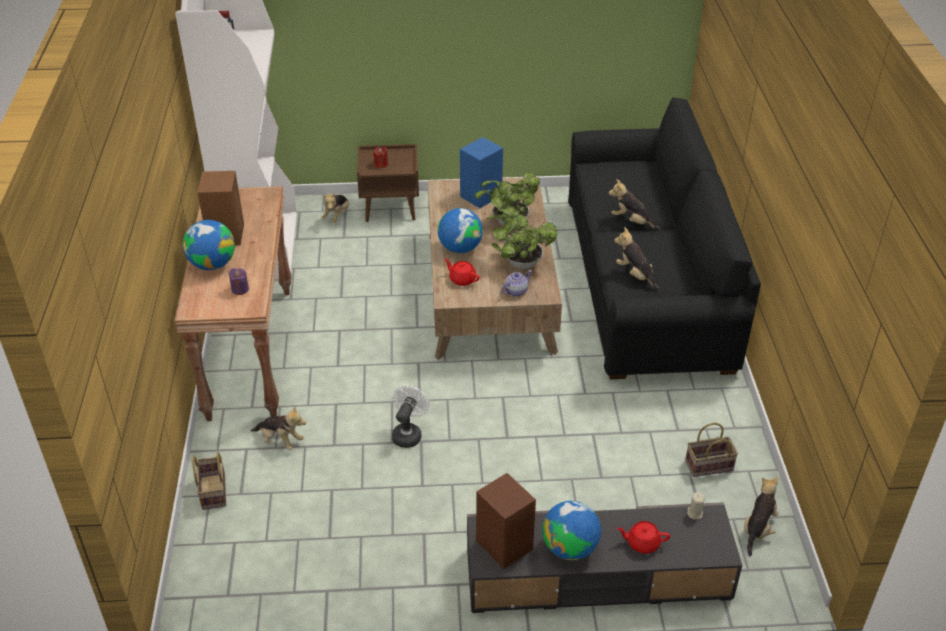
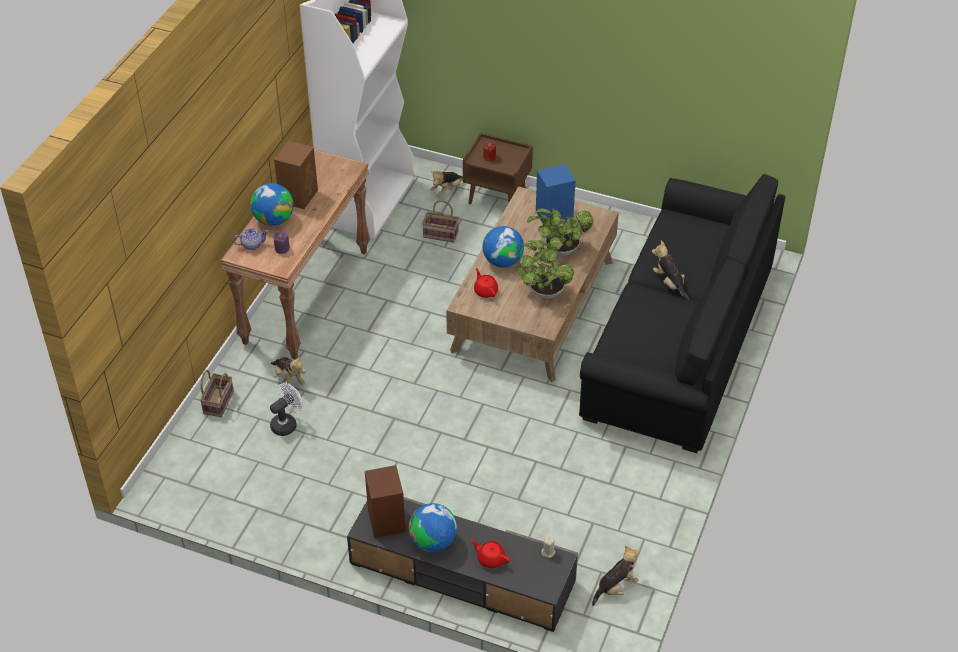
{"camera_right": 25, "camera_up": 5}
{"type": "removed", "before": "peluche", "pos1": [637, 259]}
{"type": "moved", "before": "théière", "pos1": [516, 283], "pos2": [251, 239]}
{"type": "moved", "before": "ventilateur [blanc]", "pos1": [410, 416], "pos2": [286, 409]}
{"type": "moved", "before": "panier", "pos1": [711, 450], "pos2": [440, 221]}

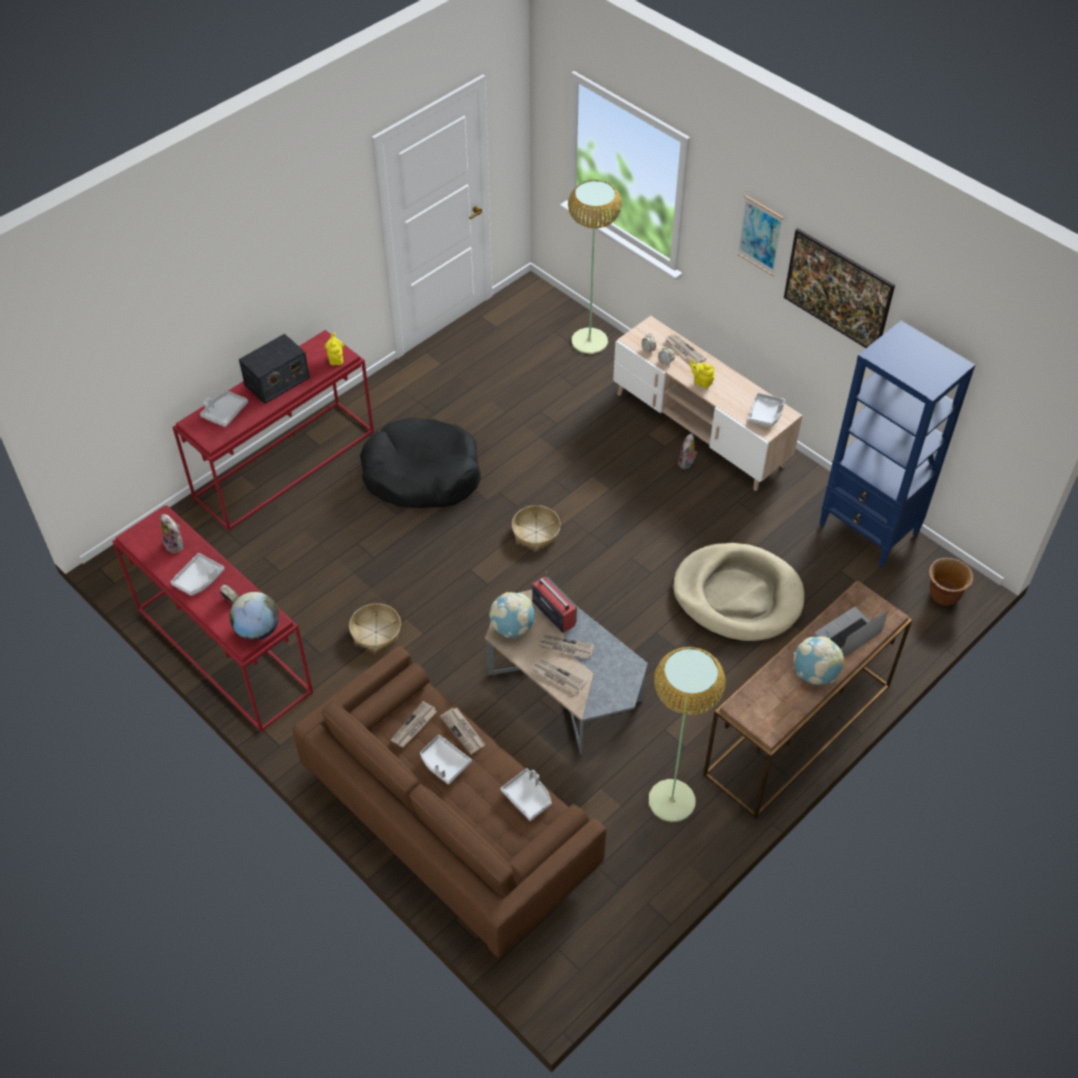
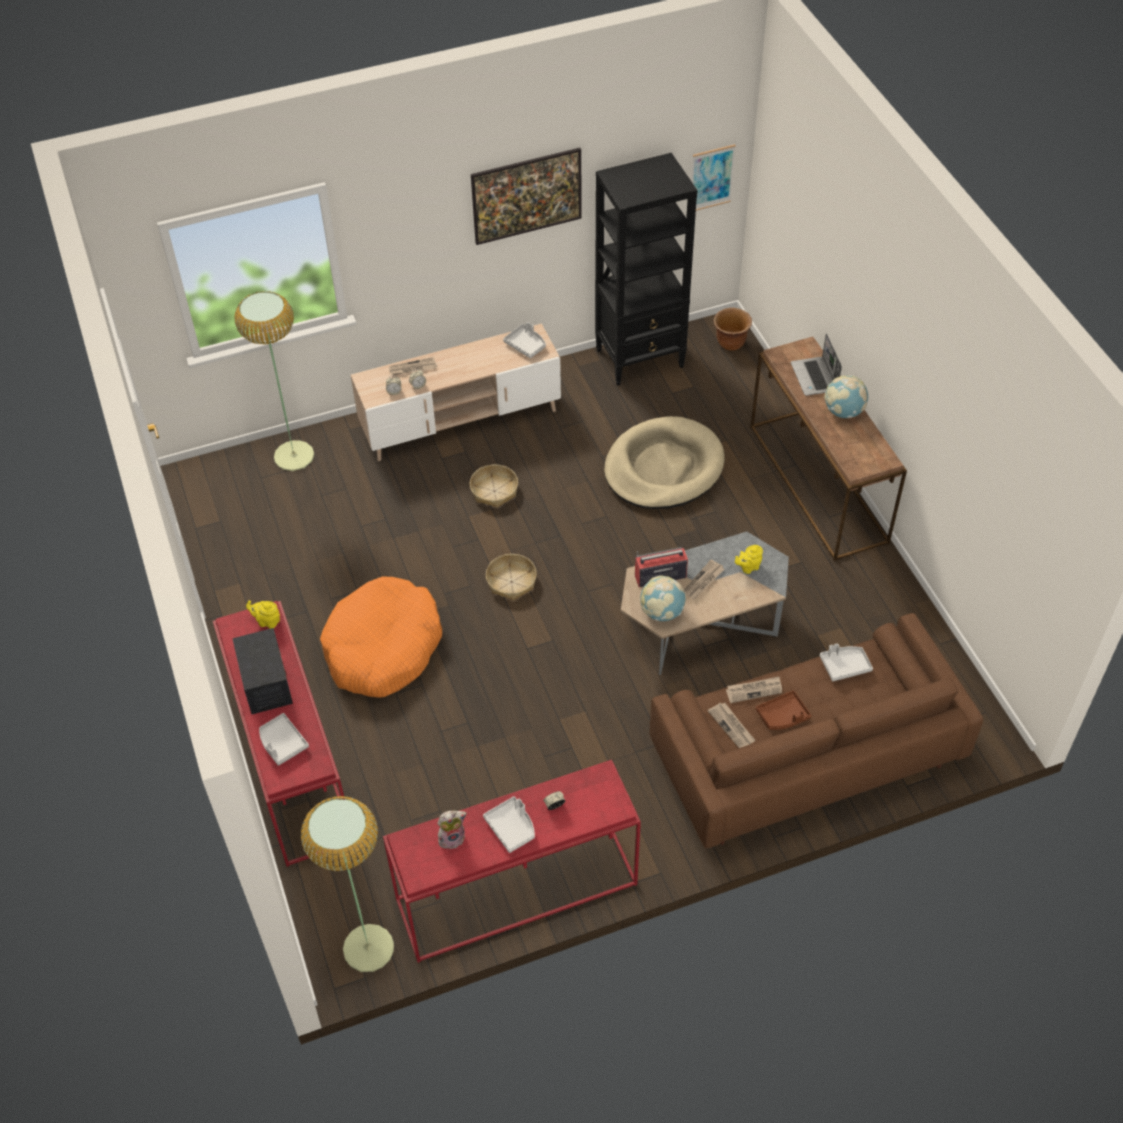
{"camera_right": -65, "camera_up": 0}
{"type": "moved", "before": "tableau", "pos1": [760, 236], "pos2": [714, 177]}
{"type": "recoloured", "before": "bibliothèque [bleu]", "after": "bibliothèque [noir]", "pos1": [897, 444], "pos2": [646, 269]}
{"type": "moved", "before": "théière [jaune]", "pos1": [702, 374], "pos2": [749, 559]}
{"type": "recoloured", "before": "panier pour chien [noir]", "after": "panier pour chien [orange]", "pos1": [420, 463], "pos2": [381, 637]}
{"type": "removed", "before": "peluche", "pos1": [687, 451]}
{"type": "removed", "before": "globe", "pos1": [254, 616]}
{"type": "moved", "before": "panier", "pos1": [375, 627], "pos2": [494, 486]}
{"type": "moved", "before": "lampadaire", "pos1": [687, 734], "pos2": [347, 884]}
{"type": "removed", "before": "journal", "pos1": [559, 676]}
{"type": "recoloured", "before": "plateau [gris]", "after": "plateau [marron]", "pos1": [446, 760], "pos2": [783, 710]}

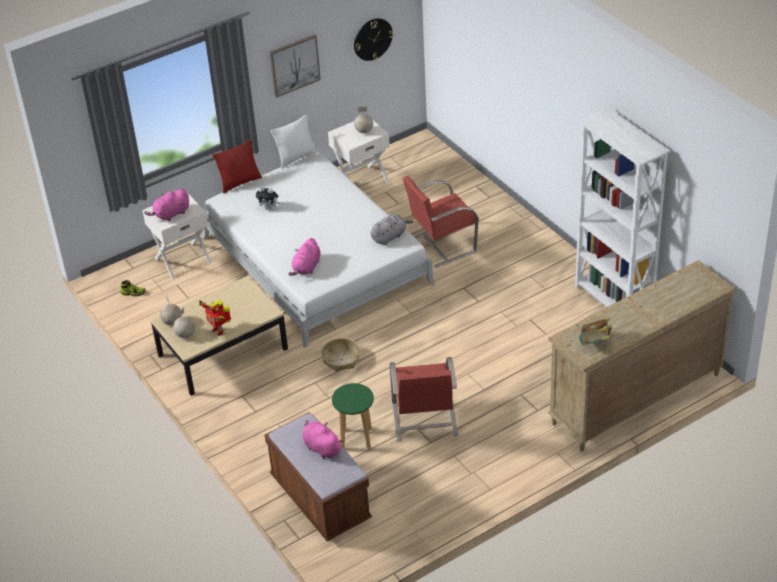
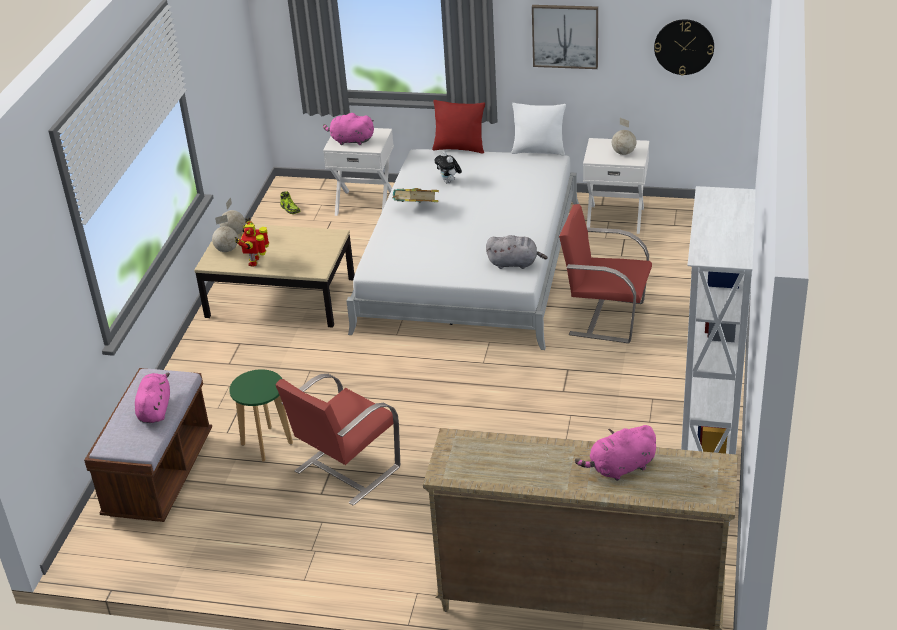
{"camera_right": 45, "camera_up": -5}
{"type": "moved", "before": "peluche [rose]", "pos1": [304, 257], "pos2": [615, 453]}
{"type": "moved", "before": "livre", "pos1": [595, 331], "pos2": [415, 195]}
{"type": "removed", "before": "panier", "pos1": [341, 355]}

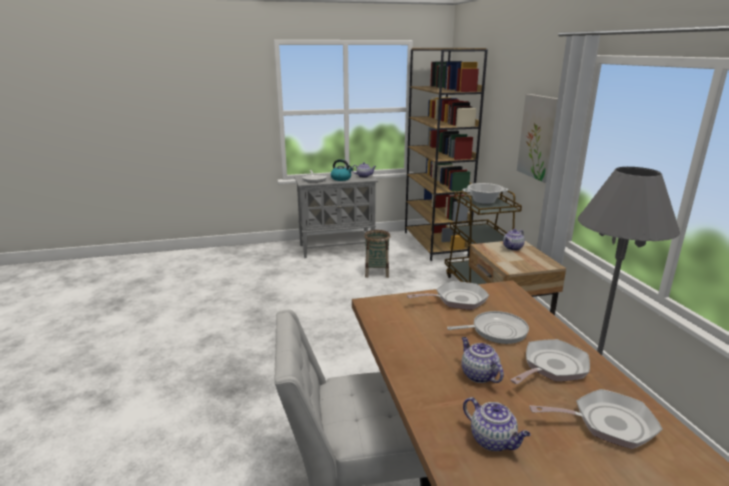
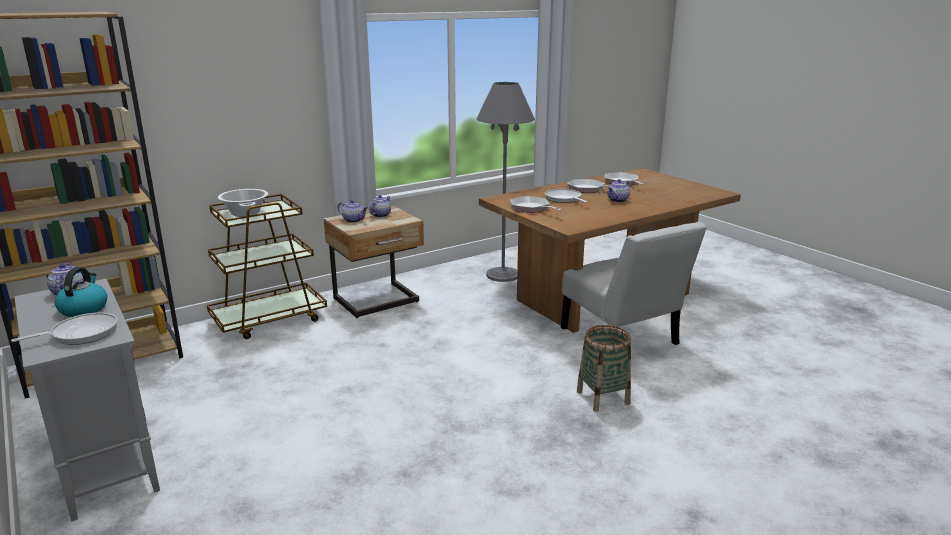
{"camera_right": -110, "camera_up": 0}
{"type": "removed", "before": "tableau", "pos1": [537, 138]}
{"type": "moved", "before": "panier", "pos1": [377, 254], "pos2": [604, 368]}
{"type": "moved", "before": "théière", "pos1": [497, 424], "pos2": [380, 206]}

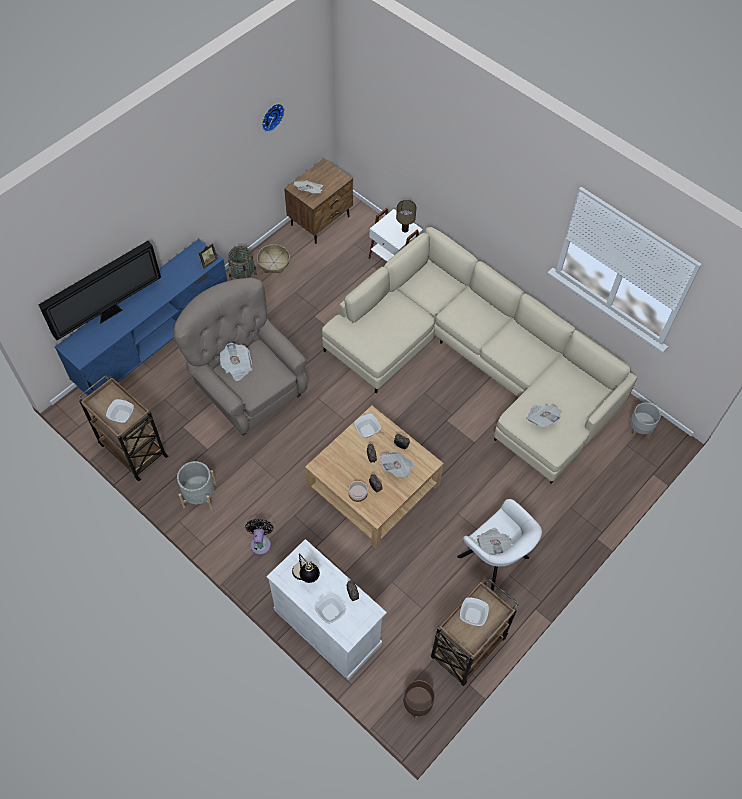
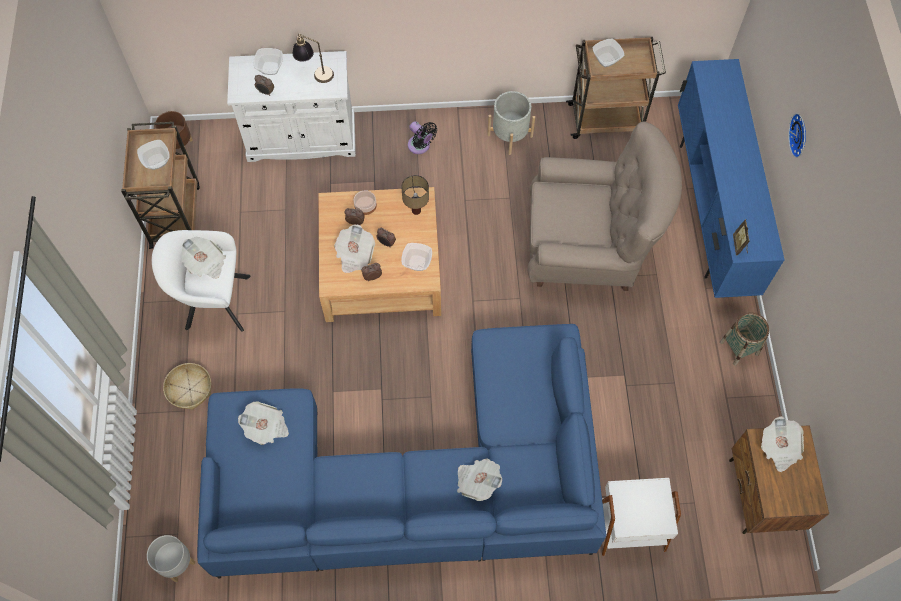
{"camera_right": 135, "camera_up": 5}
{"type": "moved", "before": "horloge murale", "pos1": [273, 118], "pos2": [797, 135]}
{"type": "moved", "before": "lampe de table", "pos1": [406, 216], "pos2": [415, 195]}
{"type": "recoloured", "before": "canapé [beige]", "after": "canapé [bleu]", "pos1": [480, 355], "pos2": [401, 451]}
{"type": "removed", "before": "téléviseur", "pos1": [100, 290]}
{"type": "moved", "before": "panier", "pos1": [273, 258], "pos2": [187, 386]}
{"type": "moved", "before": "journal", "pos1": [236, 361], "pos2": [479, 479]}

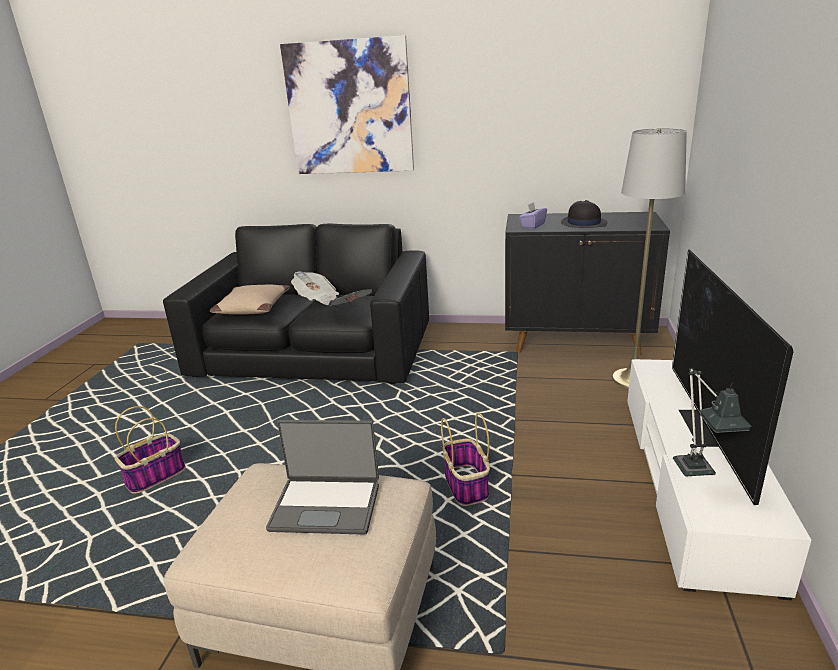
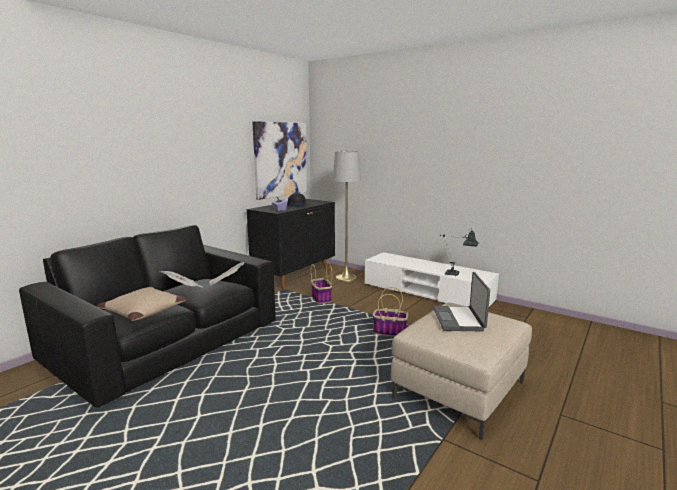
{"camera_right": -65, "camera_up": -10}
{"type": "moved", "before": "tableau", "pos1": [347, 104], "pos2": [279, 160]}
{"type": "removed", "before": "téléviseur", "pos1": [732, 377]}
{"type": "moved", "before": "panier", "pos1": [150, 450], "pos2": [321, 283]}
{"type": "turned", "before": "ordinateur portable", "pos1": [322, 477], "pos2": [461, 302], "turn": 150}

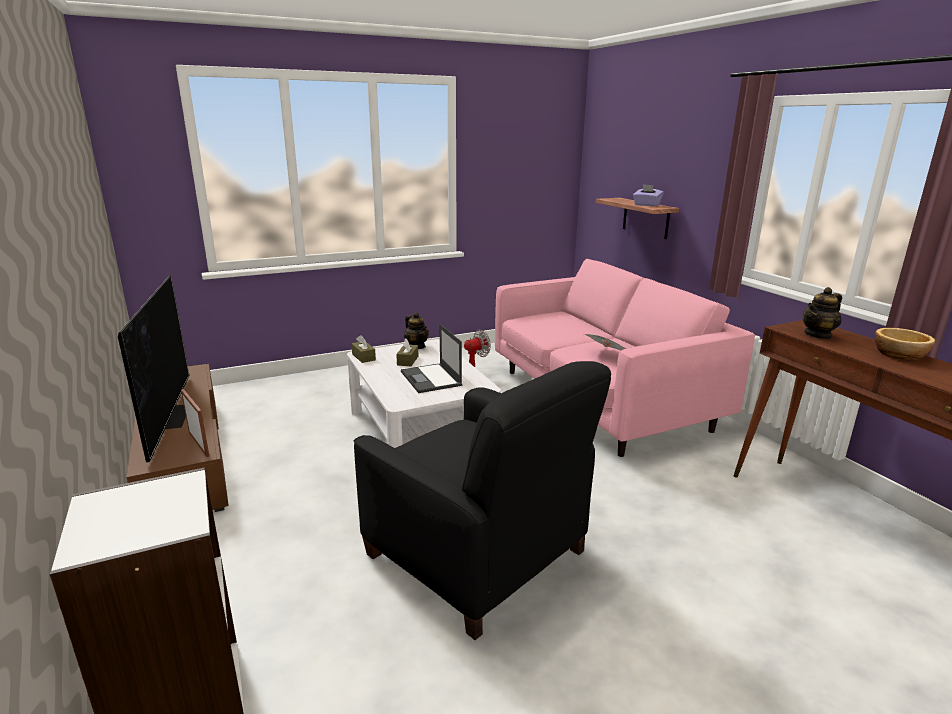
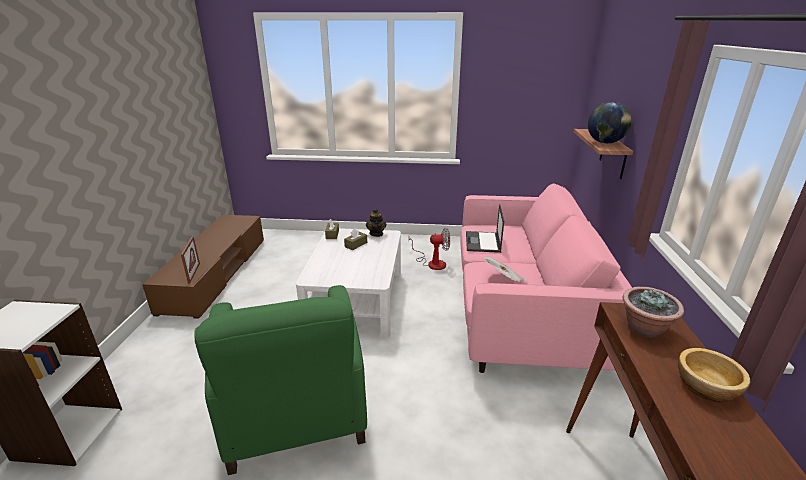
{"camera_right": 30, "camera_up": 5}
{"type": "replaced", "before": "boîte à mouchoirs [violet]", "after": "globe", "pos1": [648, 195], "pos2": [610, 123]}
{"type": "removed", "before": "téléviseur", "pos1": [153, 368]}
{"type": "replaced", "before": "théière", "after": "plante en pot", "pos1": [822, 313], "pos2": [653, 312]}
{"type": "moved", "before": "ordinateur portable", "pos1": [431, 358], "pos2": [485, 228]}
{"type": "recoloured", "before": "fauteuil [noir]", "after": "fauteuil [vert]", "pos1": [482, 500], "pos2": [281, 380]}

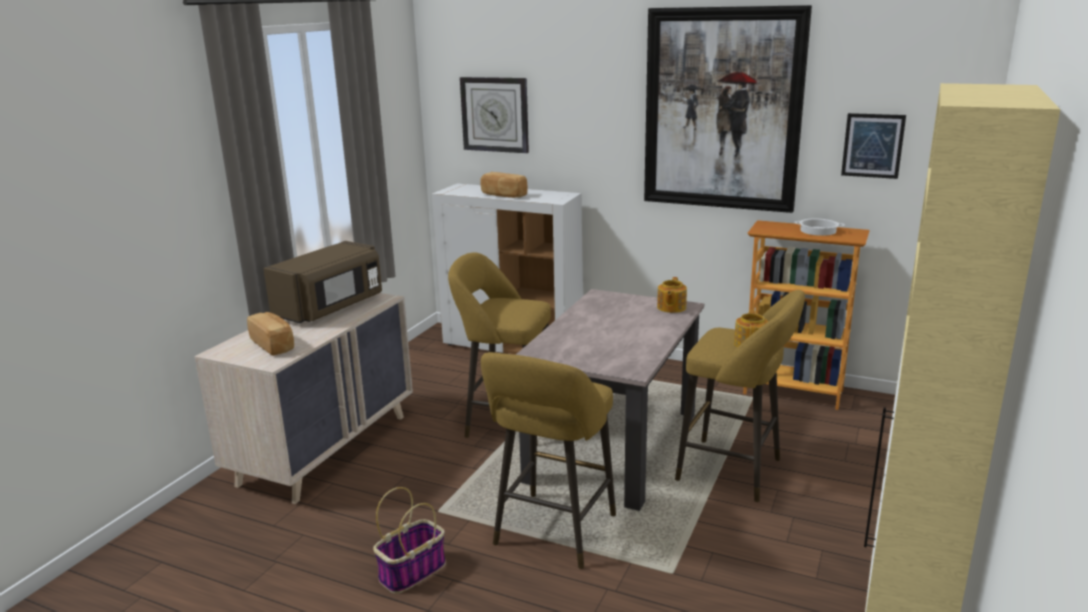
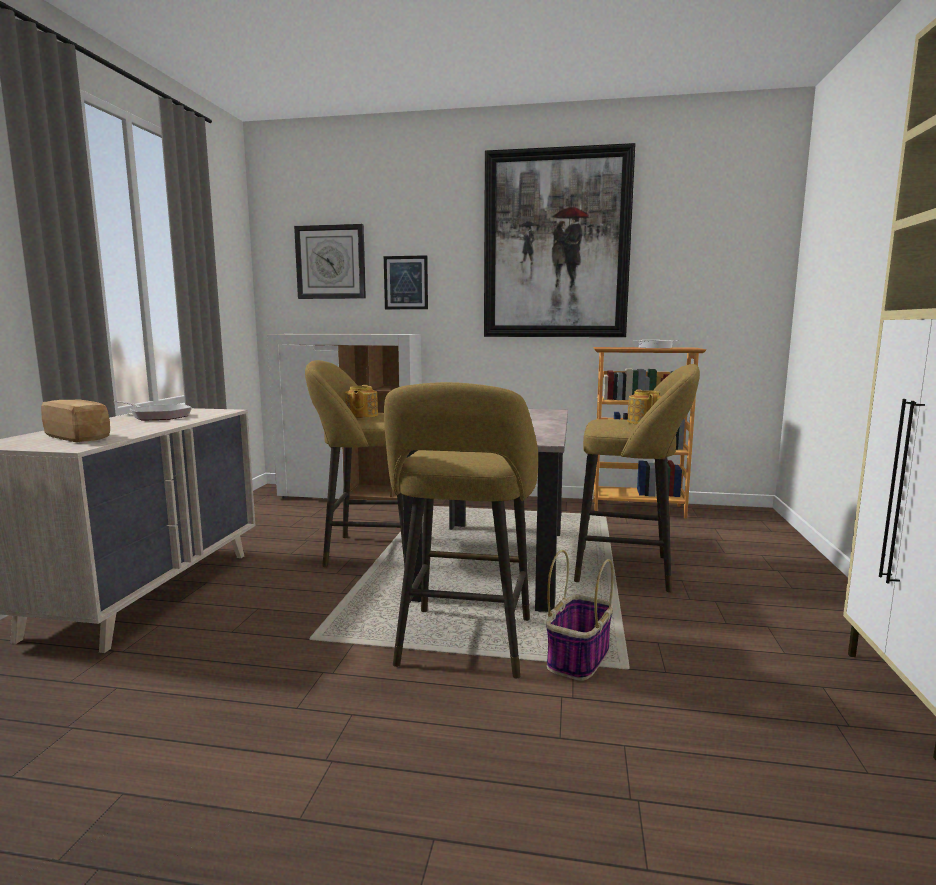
{"camera_right": -15, "camera_up": -10}
{"type": "moved", "before": "tableau", "pos1": [873, 146], "pos2": [406, 282]}
{"type": "removed", "before": "pain", "pos1": [504, 185]}
{"type": "replaced", "before": "micro-ondes [marron]", "after": "poêle", "pos1": [322, 282], "pos2": [152, 410]}
{"type": "moved", "before": "théière", "pos1": [672, 295], "pos2": [361, 401]}
{"type": "moved", "before": "panier", "pos1": [409, 540], "pos2": [580, 615]}

